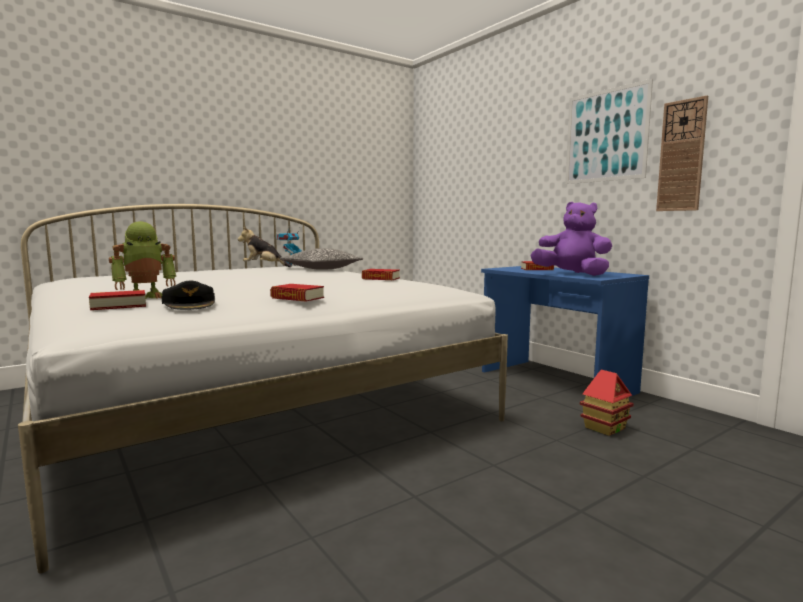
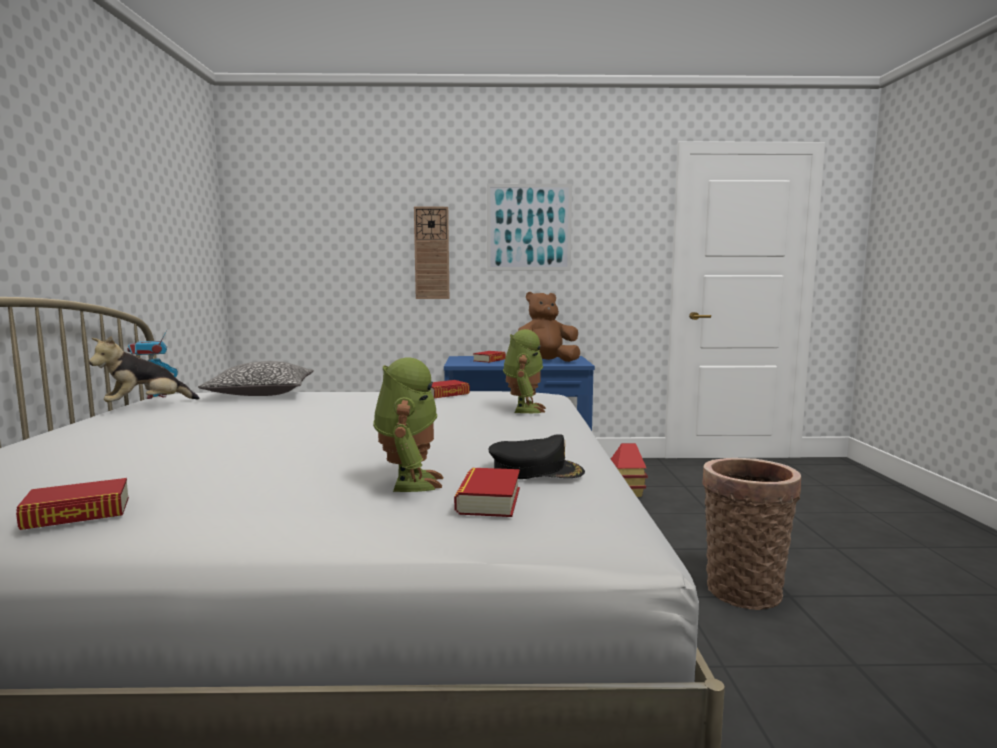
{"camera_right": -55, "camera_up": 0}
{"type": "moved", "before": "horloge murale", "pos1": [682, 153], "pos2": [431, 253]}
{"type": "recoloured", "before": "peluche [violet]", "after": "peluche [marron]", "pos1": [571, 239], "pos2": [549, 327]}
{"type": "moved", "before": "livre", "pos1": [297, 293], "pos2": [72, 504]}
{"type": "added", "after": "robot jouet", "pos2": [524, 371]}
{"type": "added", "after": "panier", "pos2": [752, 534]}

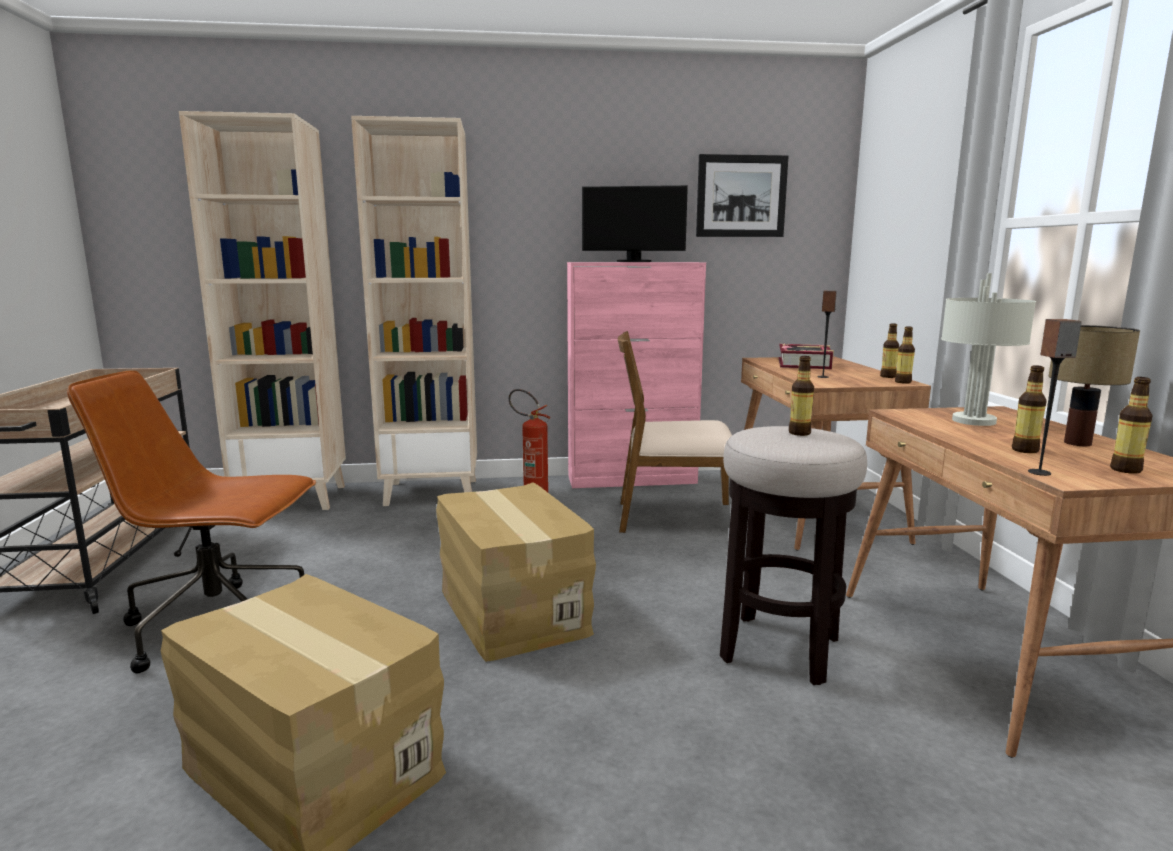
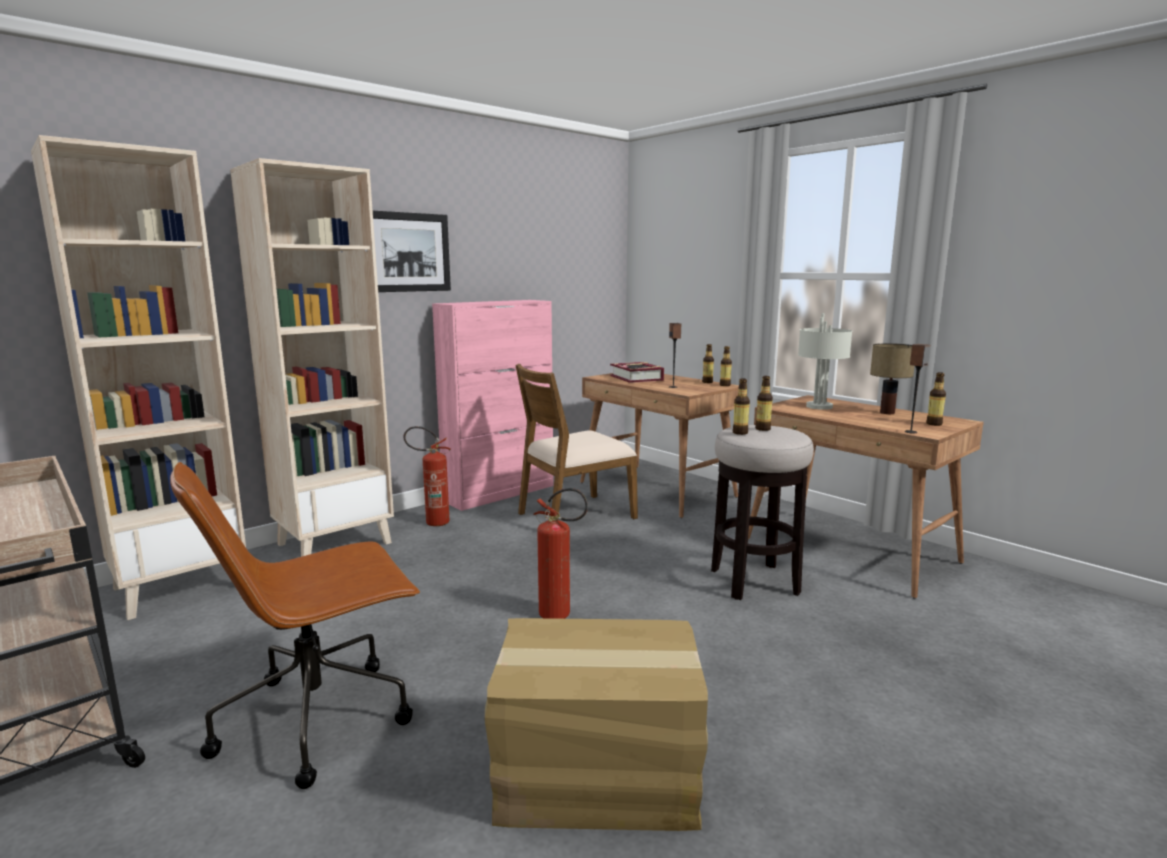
{"camera_right": -35, "camera_up": 0}
{"type": "moved", "before": "tableau", "pos1": [742, 195], "pos2": [412, 251]}
{"type": "removed", "before": "écran d'ordinateur", "pos1": [635, 223]}
{"type": "moved", "before": "bouteille", "pos1": [1029, 409], "pos2": [741, 407]}
{"type": "replaced", "before": "carton", "after": "extincteur", "pos1": [516, 572], "pos2": [561, 553]}

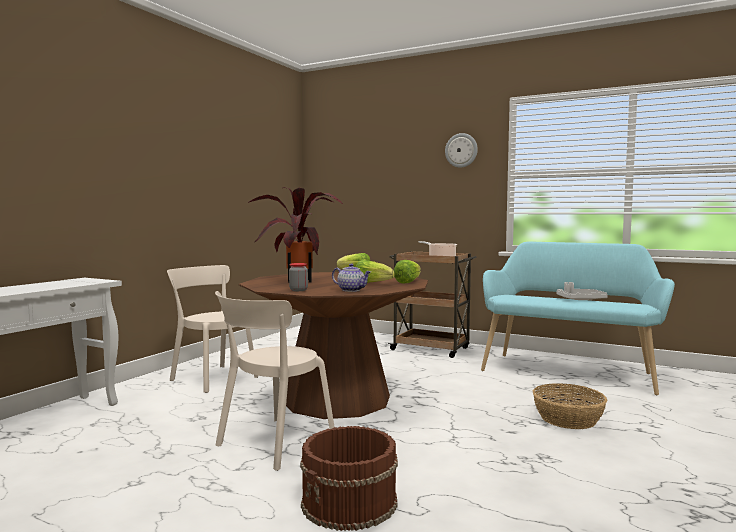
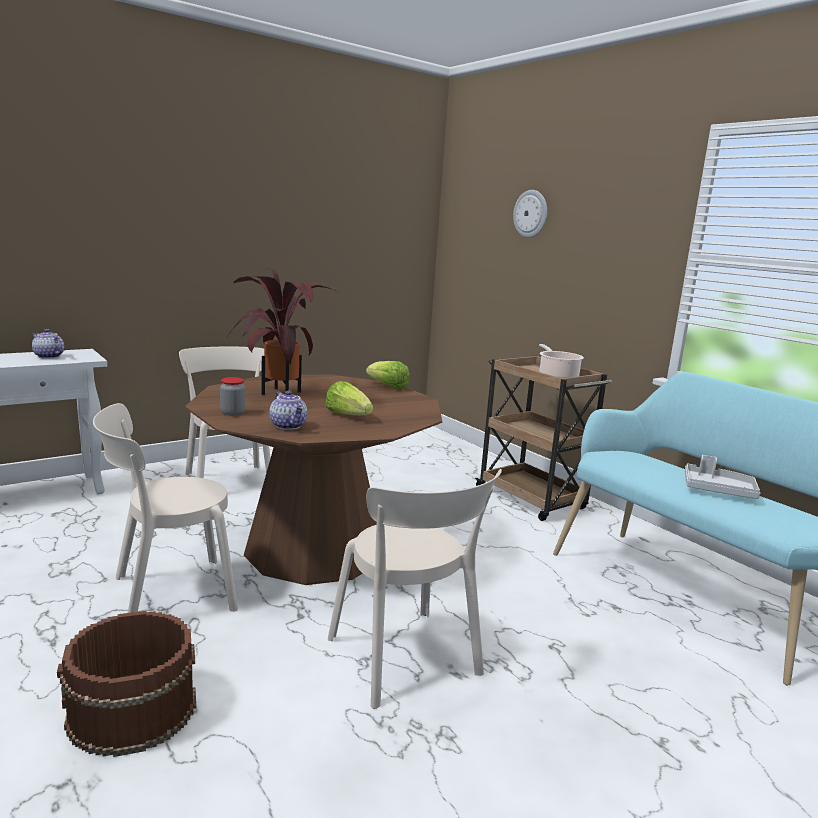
{"camera_right": 25, "camera_up": 10}
{"type": "moved", "before": "horloge murale", "pos1": [461, 150], "pos2": [530, 214]}
{"type": "removed", "before": "laitue", "pos1": [407, 271]}
{"type": "removed", "before": "panier", "pos1": [570, 406]}
{"type": "added", "after": "théière", "pos2": [48, 344]}
{"type": "added", "after": "chaise [beige]", "pos2": [415, 589]}

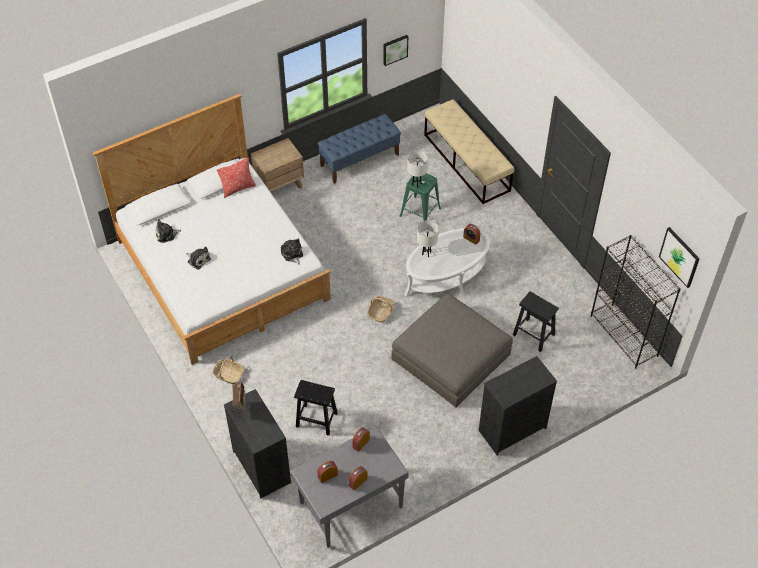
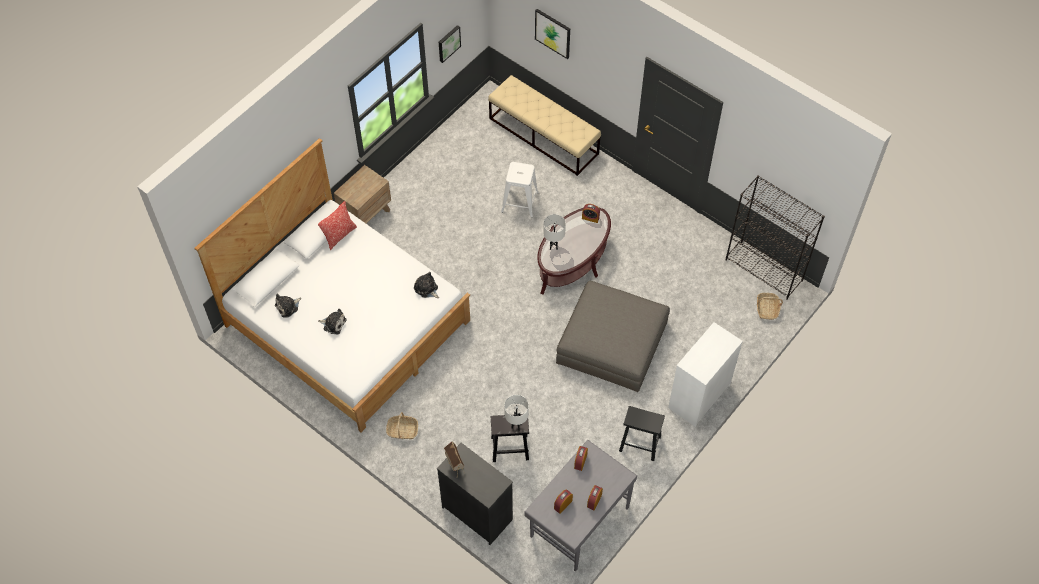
{"camera_right": -20, "camera_up": 5}
{"type": "removed", "before": "banc [bleu]", "pos1": [359, 149]}
{"type": "moved", "before": "lampe de table [blanc]", "pos1": [417, 169], "pos2": [516, 413]}
{"type": "recoloured", "before": "tabouret [vert]", "after": "tabouret [blanc]", "pos1": [420, 197], "pos2": [520, 190]}
{"type": "moved", "before": "tableau", "pos1": [679, 257], "pos2": [552, 34]}
{"type": "recoloured", "before": "table basse [blanc]", "after": "table basse [marron]", "pos1": [447, 263], "pos2": [574, 251]}
{"type": "moved", "before": "tabouret [noir]", "pos1": [536, 321], "pos2": [642, 433]}
{"type": "moved", "before": "panier", "pos1": [381, 309], "pos2": [770, 306]}
{"type": "recoloured", "before": "commode [noir]", "after": "commode [blanc]", "pos1": [518, 406], "pos2": [705, 374]}

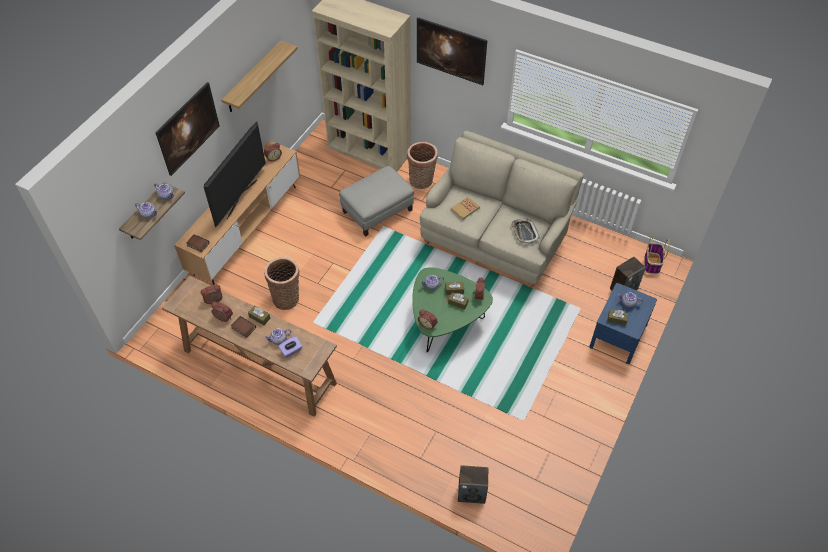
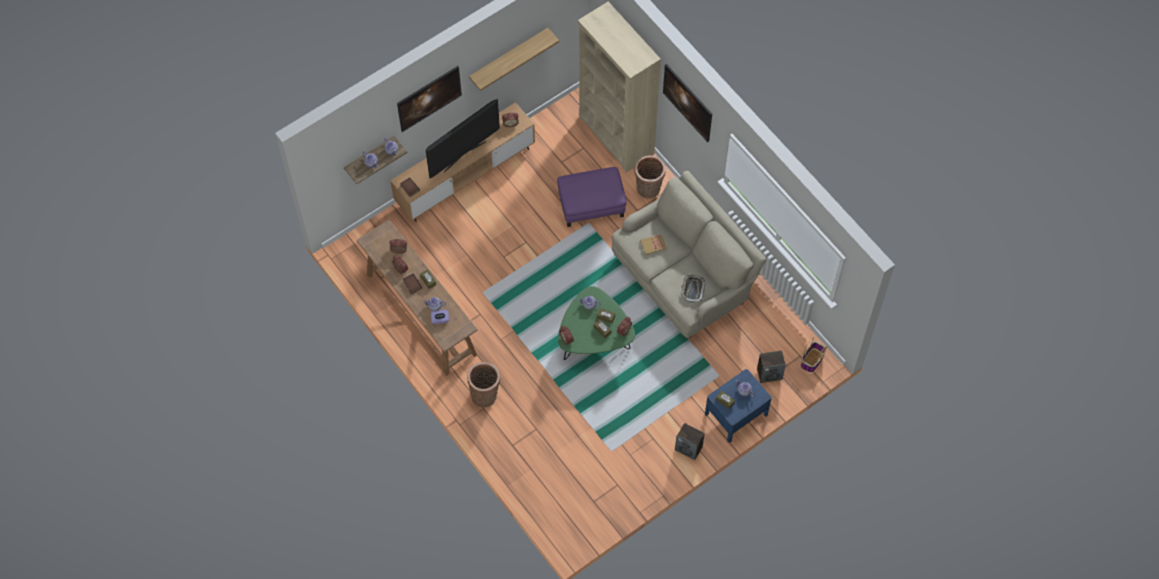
{"camera_right": 25, "camera_up": 10}
{"type": "recoloured", "before": "pouf [gris]", "after": "pouf [violet]", "pos1": [376, 201], "pos2": [591, 197]}
{"type": "moved", "before": "panier", "pos1": [281, 283], "pos2": [483, 384]}
{"type": "moved", "before": "enceinte", "pos1": [473, 484], "pos2": [690, 441]}

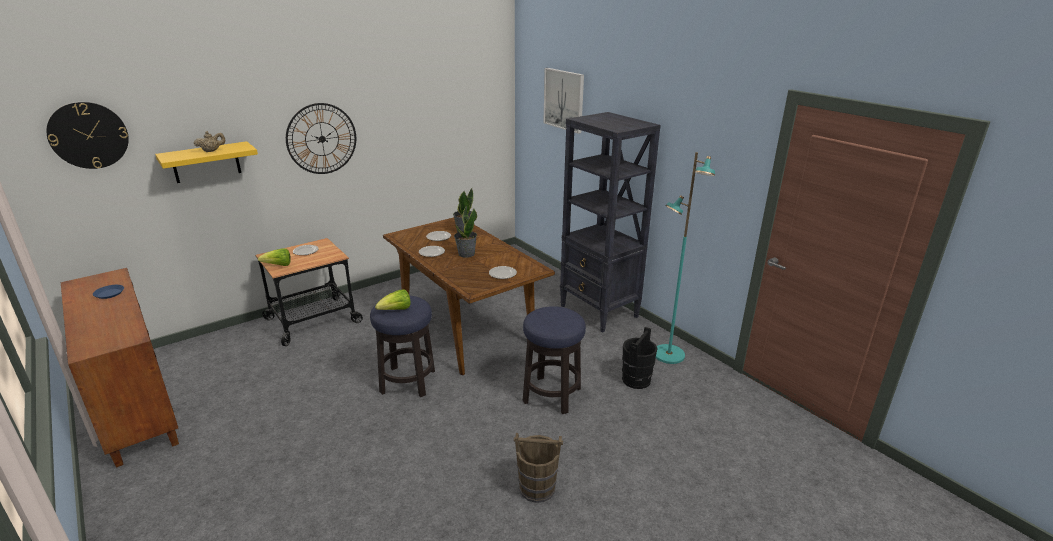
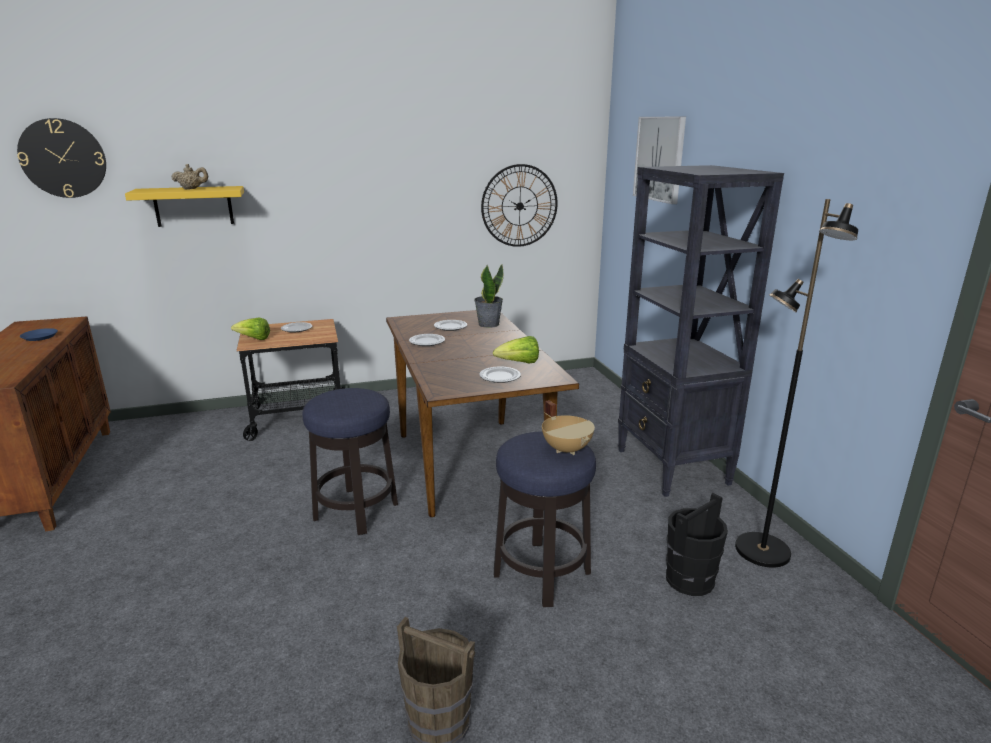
{"camera_right": 20, "camera_up": -5}
{"type": "moved", "before": "horloge murale", "pos1": [321, 138], "pos2": [519, 205]}
{"type": "recoloured", "before": "lampadaire [turquoise]", "after": "lampadaire [noir]", "pos1": [685, 258], "pos2": [796, 383]}
{"type": "removed", "before": "plante en pot", "pos1": [465, 232]}
{"type": "moved", "before": "laitue", "pos1": [393, 299], "pos2": [516, 350]}
{"type": "added", "after": "marmite [beige]", "pos2": [568, 427]}

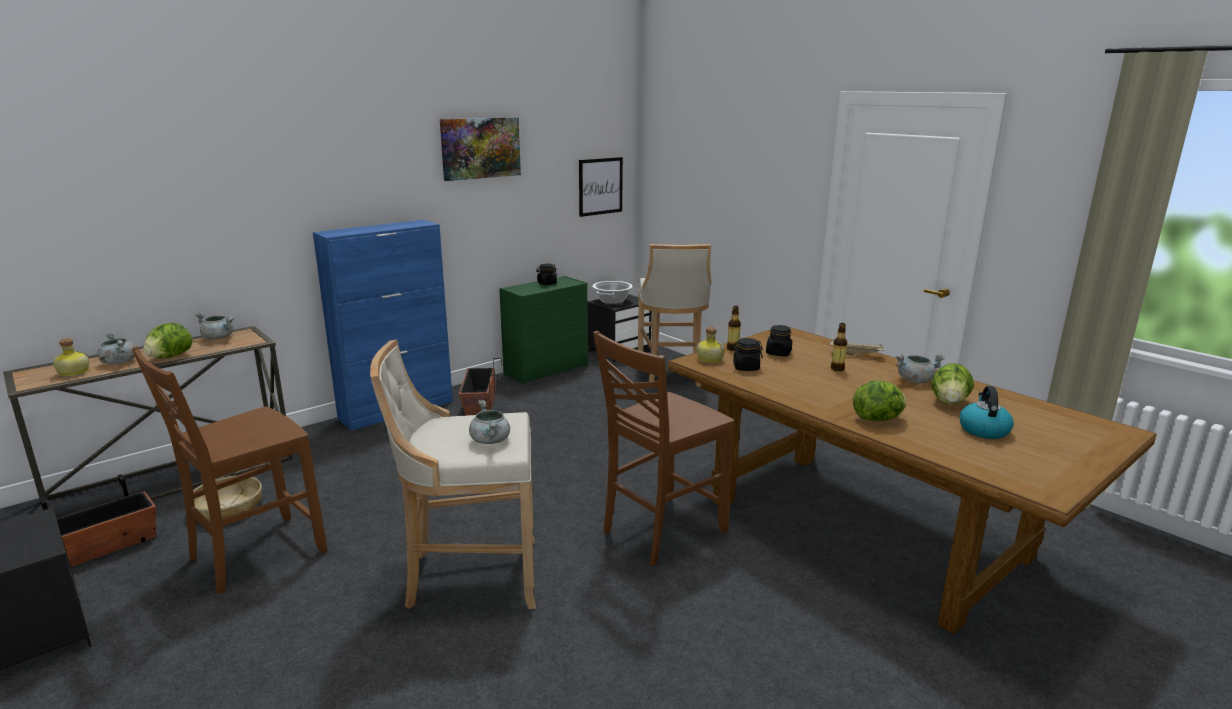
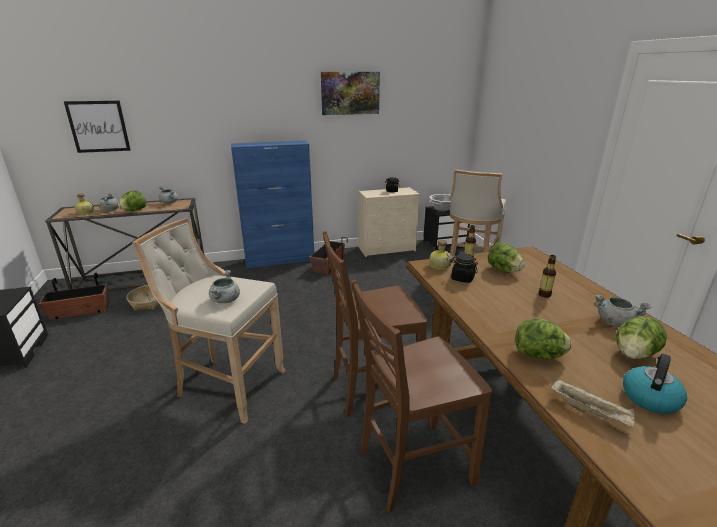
{"camera_right": 25, "camera_up": 5}
{"type": "moved", "before": "tableau", "pos1": [601, 187], "pos2": [97, 127]}
{"type": "recoloured", "before": "commode [vert]", "after": "commode [beige]", "pos1": [543, 330], "pos2": [389, 222]}
{"type": "replaced", "before": "bocal [noir]", "after": "laitue", "pos1": [779, 340], "pos2": [506, 258]}
{"type": "moved", "before": "plateau [beige]", "pos1": [857, 348], "pos2": [593, 403]}
{"type": "moved", "before": "chaise [marron]", "pos1": [229, 470], "pos2": [421, 396]}

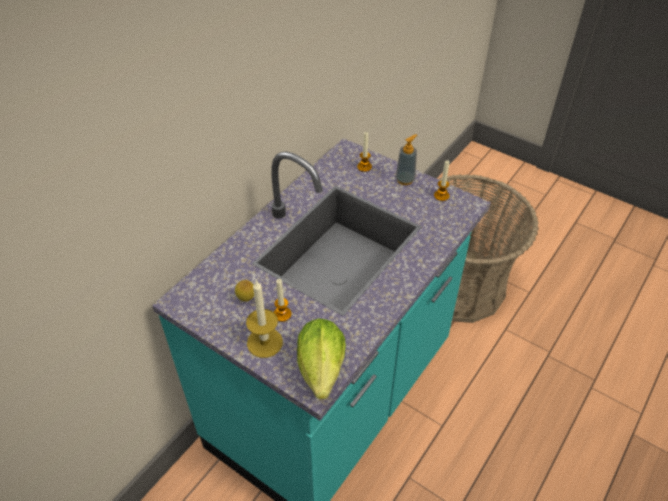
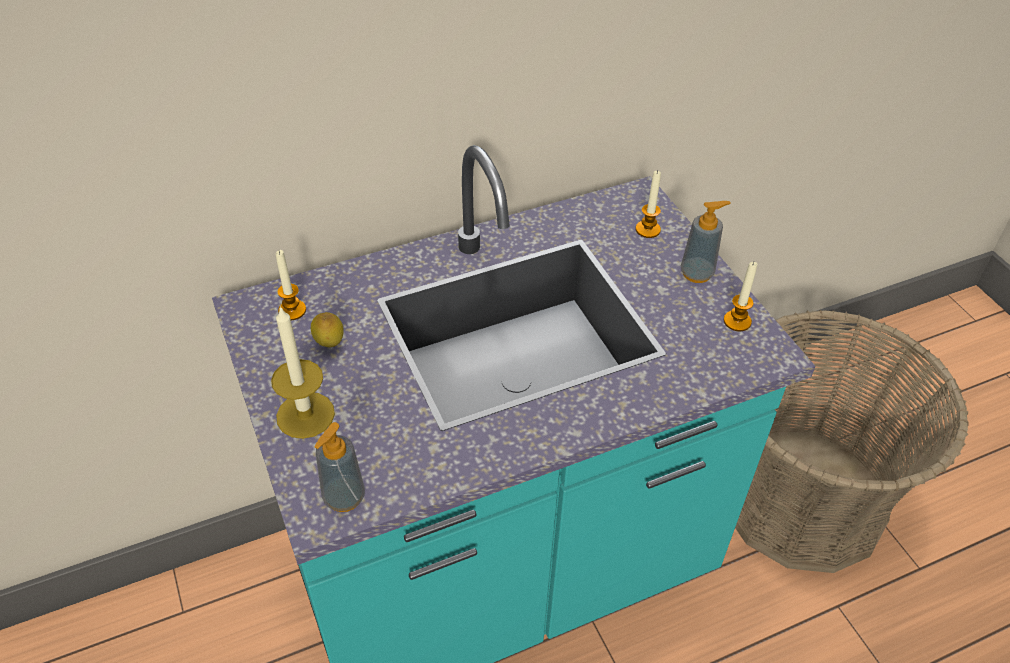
{"camera_right": 30, "camera_up": 0}
{"type": "moved", "before": "bougie", "pos1": [283, 300], "pos2": [291, 285]}
{"type": "replaced", "before": "laitue", "after": "distributeur de savon", "pos1": [321, 359], "pos2": [340, 467]}

